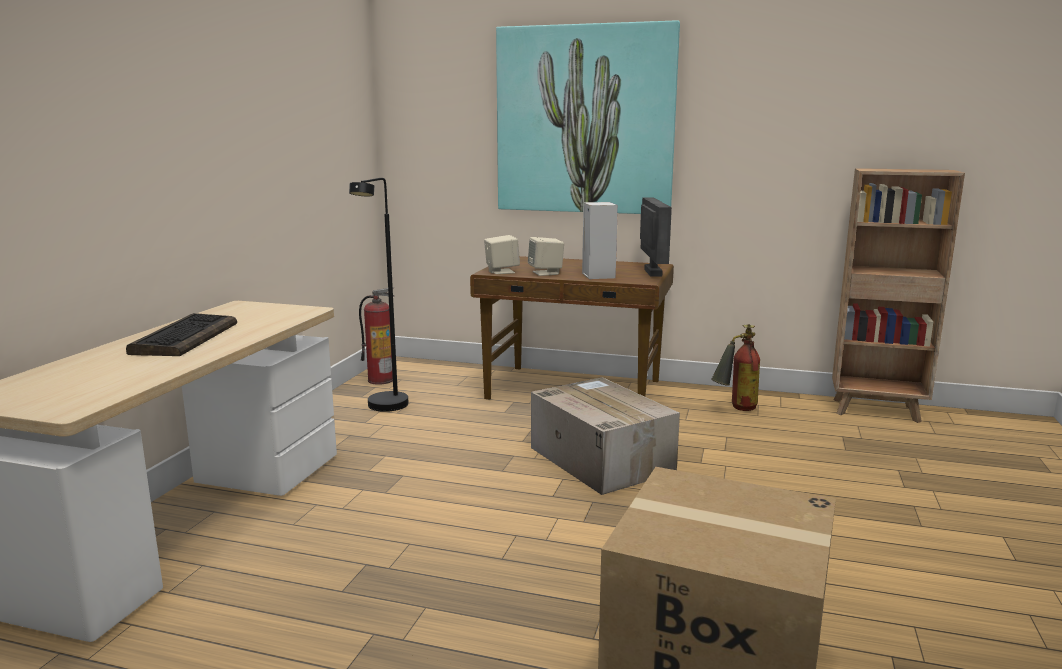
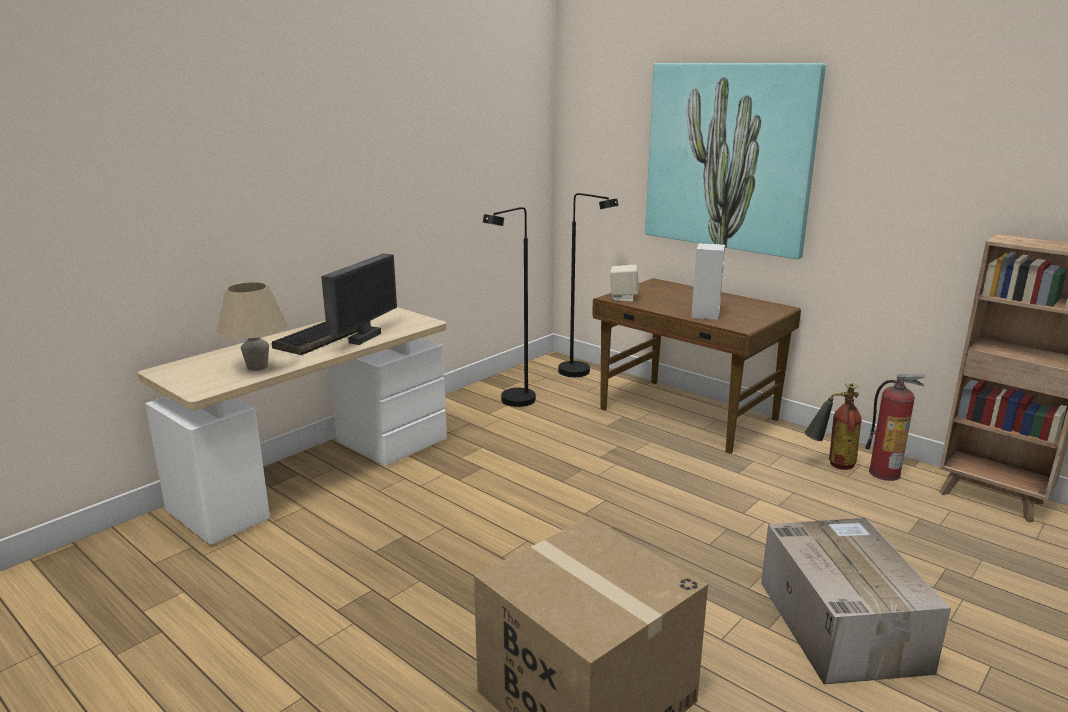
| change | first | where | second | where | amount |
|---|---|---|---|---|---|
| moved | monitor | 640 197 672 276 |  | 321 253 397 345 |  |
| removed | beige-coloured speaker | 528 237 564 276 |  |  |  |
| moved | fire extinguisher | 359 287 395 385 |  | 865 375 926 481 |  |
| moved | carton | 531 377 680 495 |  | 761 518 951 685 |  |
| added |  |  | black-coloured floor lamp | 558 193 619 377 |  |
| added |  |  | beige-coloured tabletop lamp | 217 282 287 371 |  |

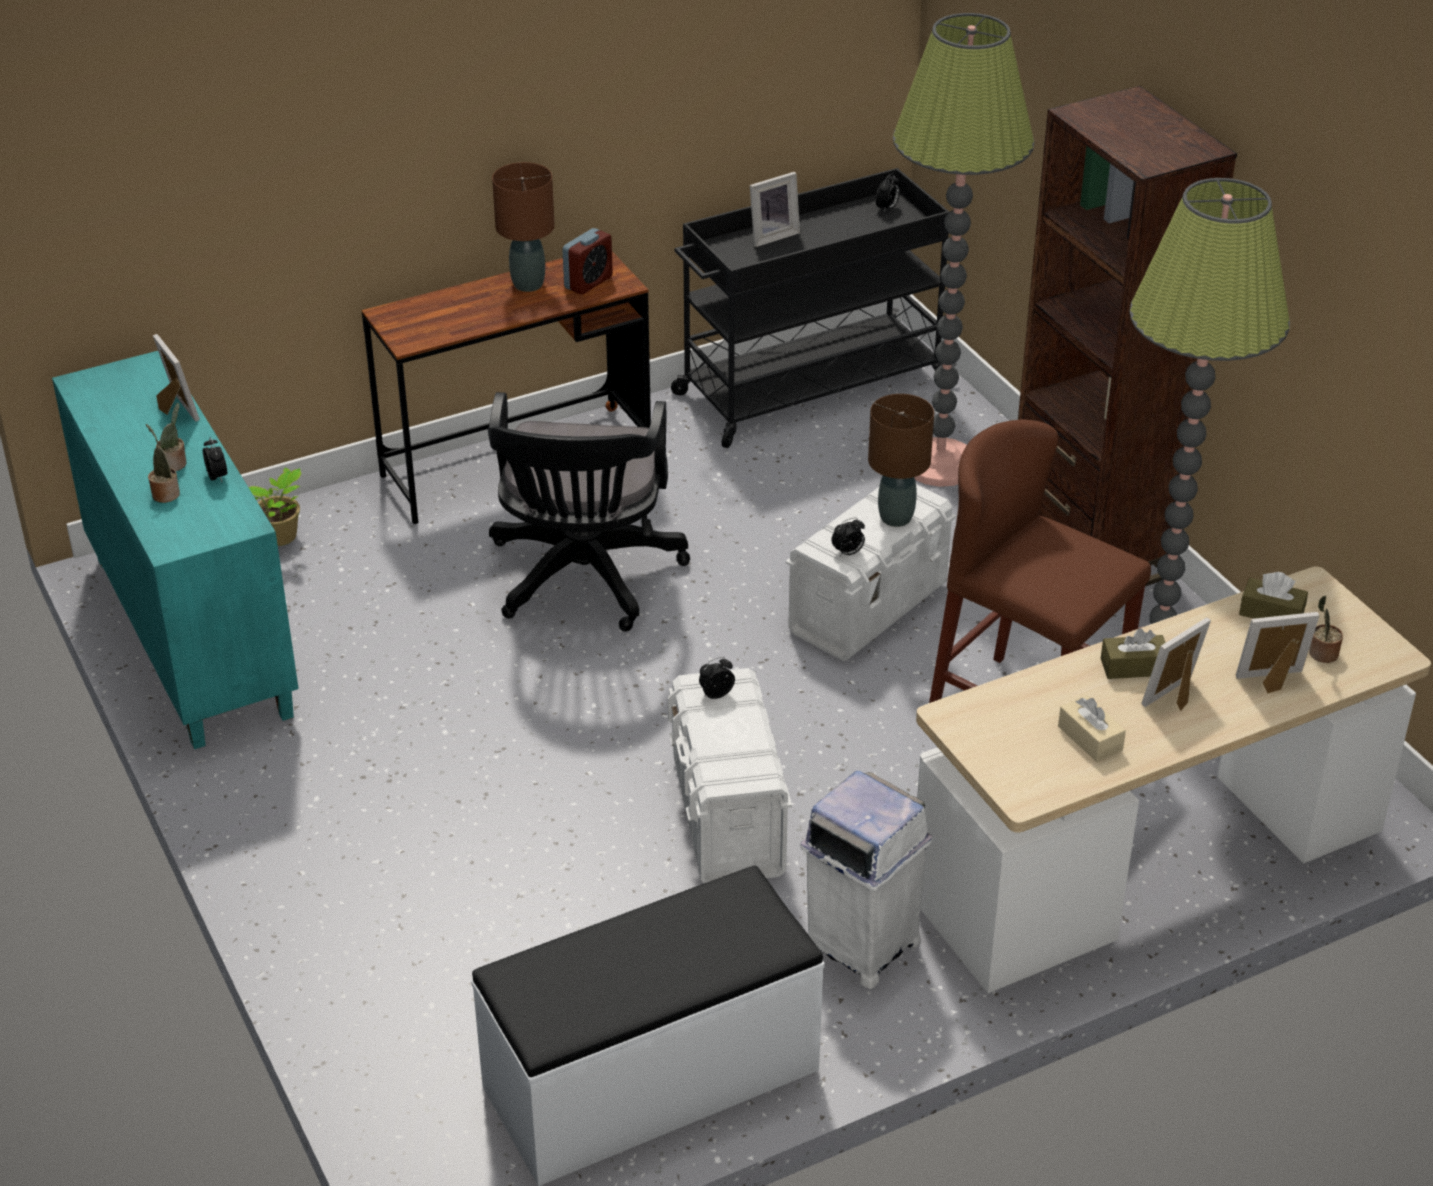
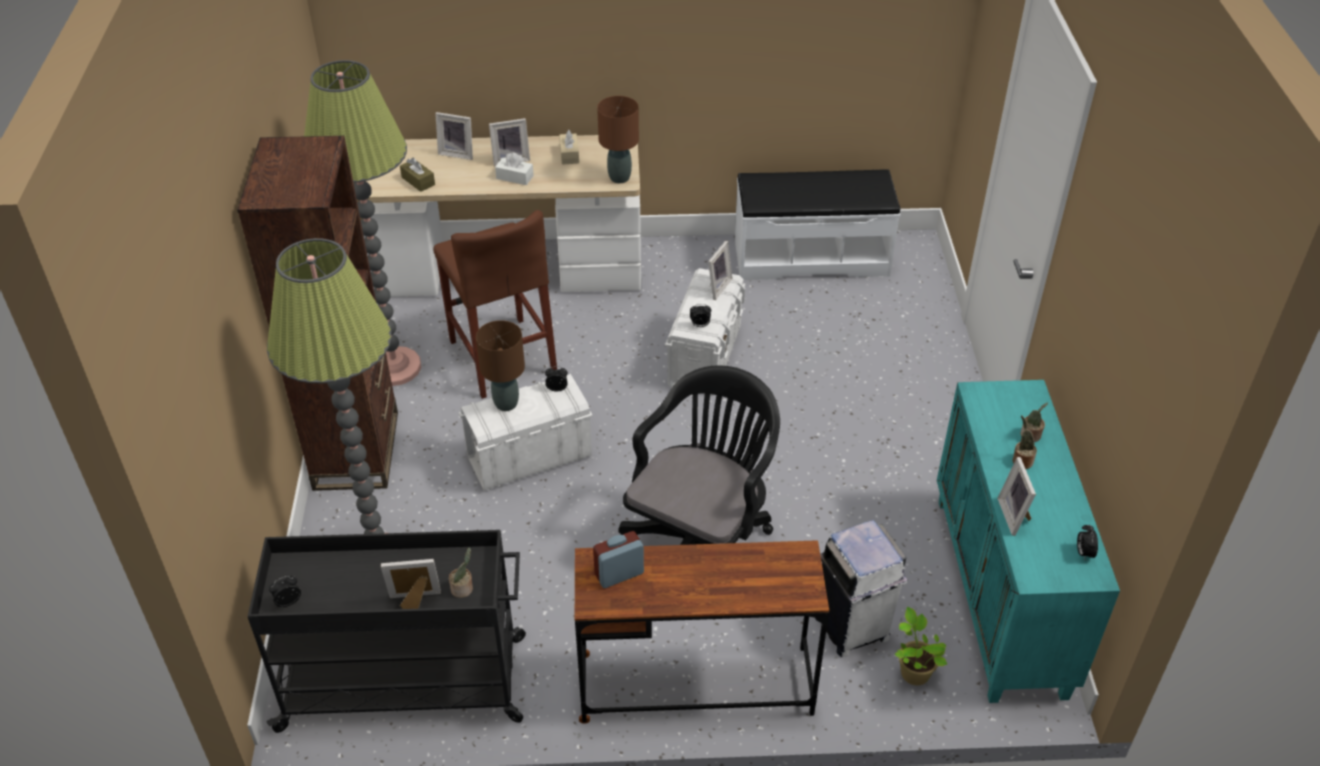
| change | first | where | second | where | amount |
|---|---|---|---|---|---|
| moved | brown tabletop lamp | 492 162 555 292 |  | 597 96 639 183 |  |
| moved | table clock | 203 437 227 482 |  | 1077 525 1098 559 |  |
| moved | houseplant | 1309 596 1343 663 |  | 449 547 473 598 |  |
| recoloured | brown tissue box | 1101 628 1166 679 | white-coloured tissue box | 495 153 534 185 |  |
| moved | white-coloured rubbish bin | 800 770 933 989 |  | 815 520 907 657 |  |
| added |  |  | standing frame | 708 241 733 300 |  |

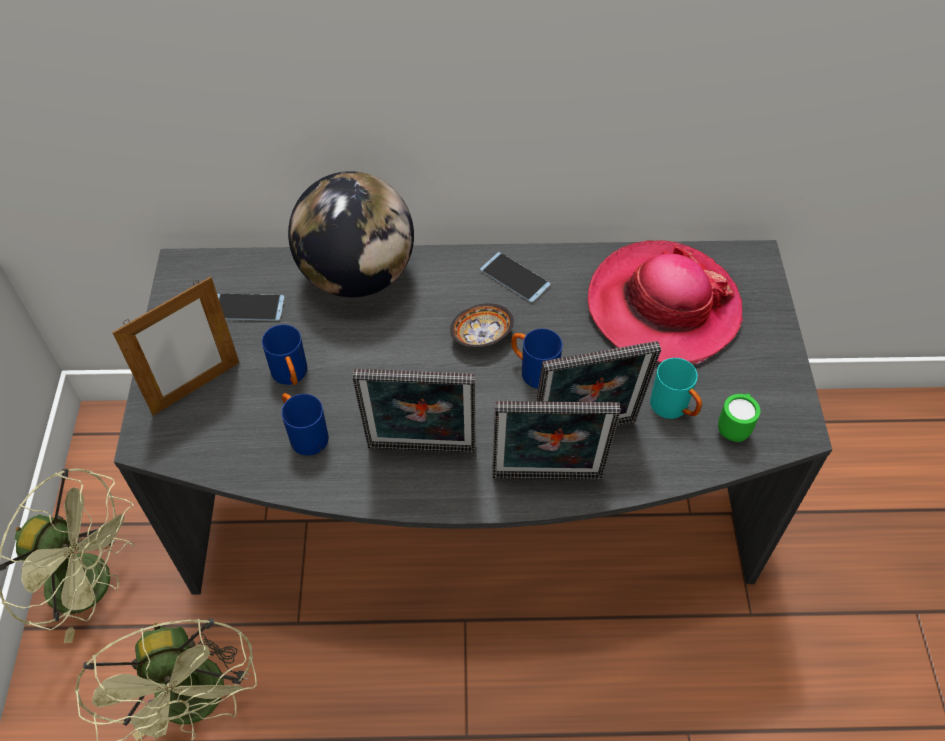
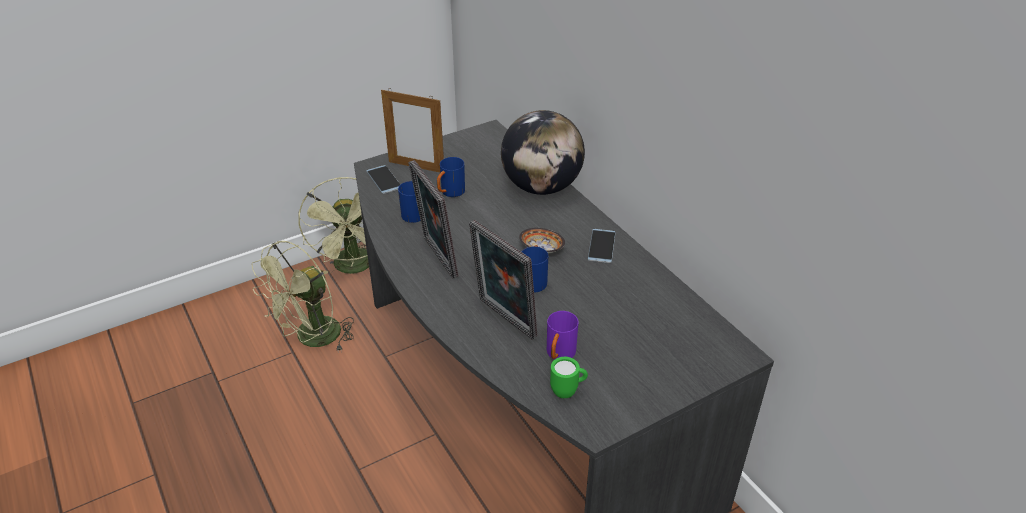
| change | first | where | second | where | amount |
|---|---|---|---|---|---|
| removed | hat | 587 240 743 365 |  |  |  |
| moved | handset | 217 293 285 321 |  | 366 165 400 194 |  |
| recoloured | blue-green tea mug | 650 358 702 419 | purple-coloured tea mug | 547 311 579 359 |  |
| removed | standing frame | 492 401 620 480 |  |  |  |

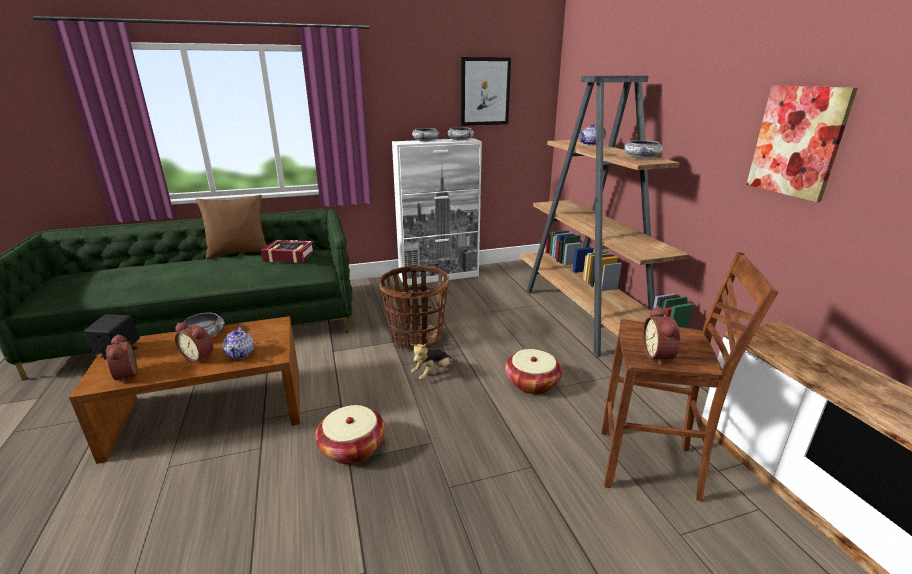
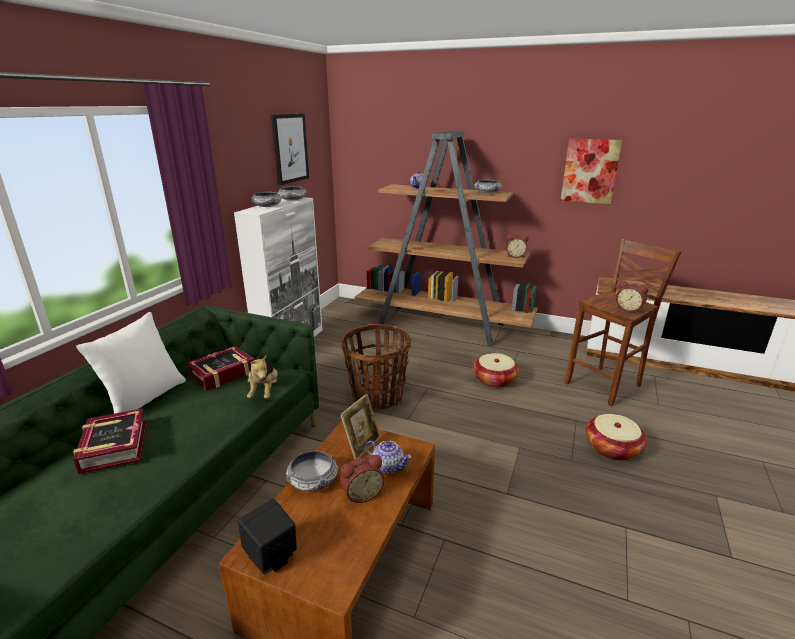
| change | first | where | second | where | amount |
|---|---|---|---|---|---|
| recoloured | brown cushion | 196 195 267 259 | white-coloured cushion | 76 312 186 414 |  |
| moved | table clock | 106 334 139 384 |  | 506 234 529 258 |  |
| moved | cuddly toy | 411 344 454 380 |  | 247 356 278 399 |  |
| moved | basket | 315 405 385 464 |  | 586 414 647 461 |  |
| added |  |  | standing frame | 340 394 380 459 |  |
| added |  |  | book | 73 408 147 474 |  |

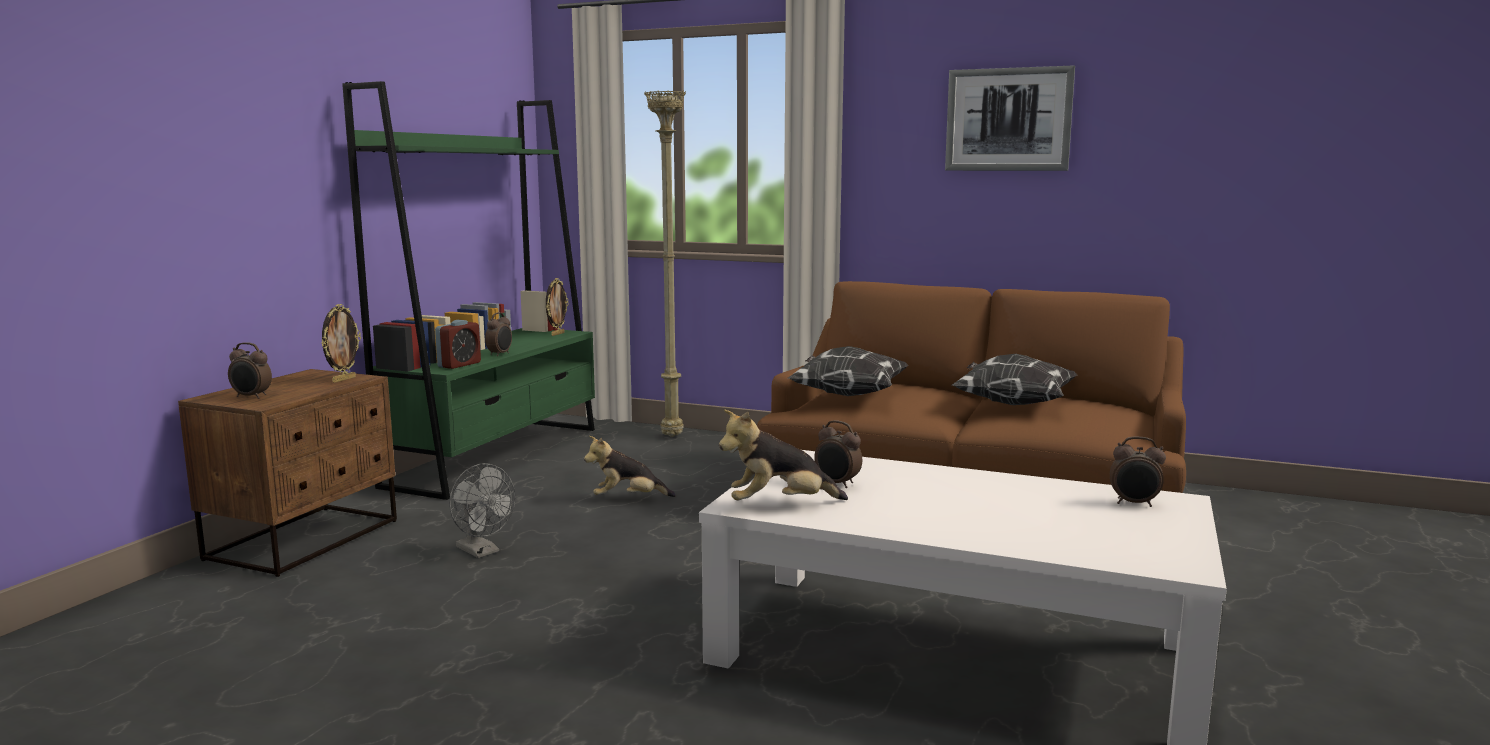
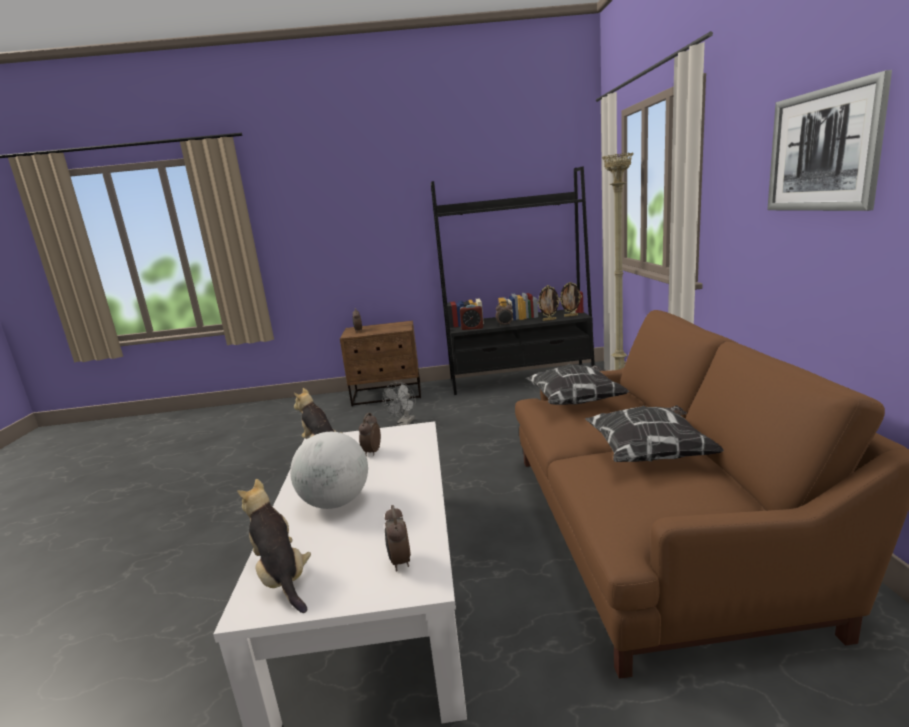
| change | first | where | second | where | amount |
|---|---|---|---|---|---|
| recoloured | green shelving unit | 342 81 595 500 | black-coloured shelving unit | 431 166 595 395 |  |
| moved | standing frame | 321 304 361 383 |  | 537 285 560 321 |  |
| moved | cuddly toy | 584 436 676 497 |  | 237 479 311 613 |  |
| added |  |  | desk globe | 290 432 368 509 |  |

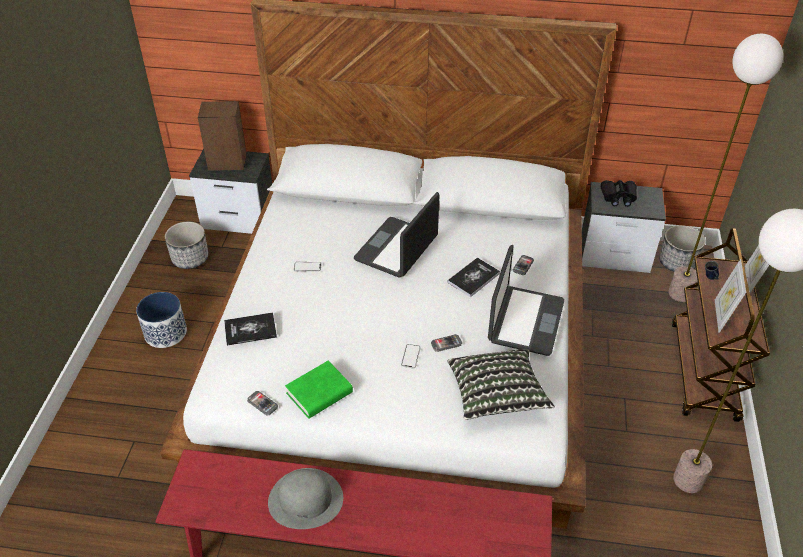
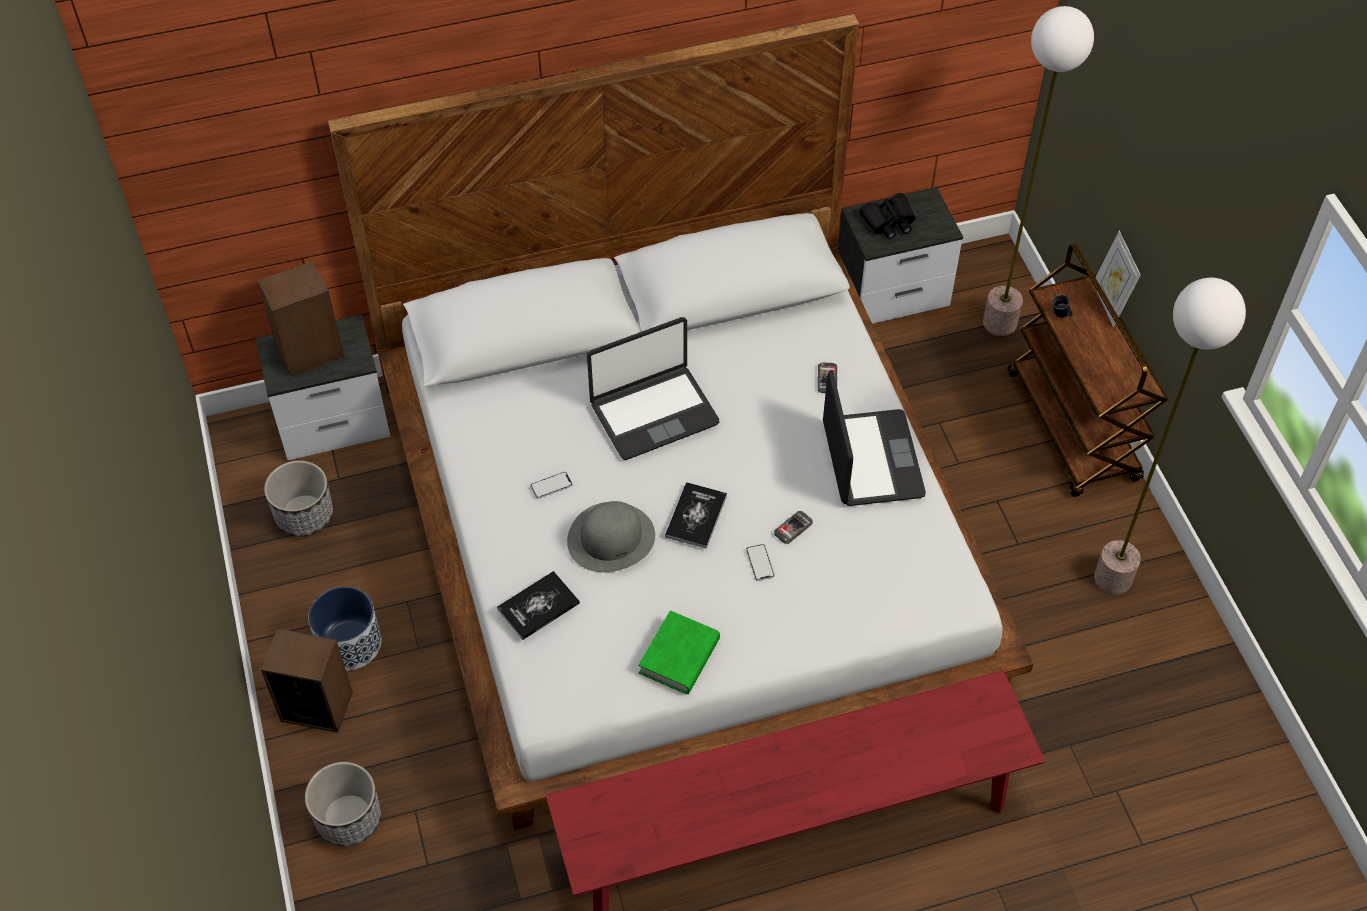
| change | first | where | second | where | amount |
|---|---|---|---|---|---|
| turned | notebook computer | 354 192 439 278 |  | 587 317 719 460 | 120 degrees counterclockwise |
| moved | plant pot | 659 225 706 272 |  | 305 762 381 847 |  |
| moved | book | 447 258 500 297 |  | 665 482 727 549 |  |
| removed | standing frame | 715 259 746 333 |  |  |  |
| removed | cushion | 447 349 555 420 |  |  |  |
| removed | handset | 247 391 278 415 |  |  |  |
| moved | grey hat | 268 468 343 529 |  | 567 501 655 572 |  |
| added |  |  | speaker | 261 628 353 733 |  |

